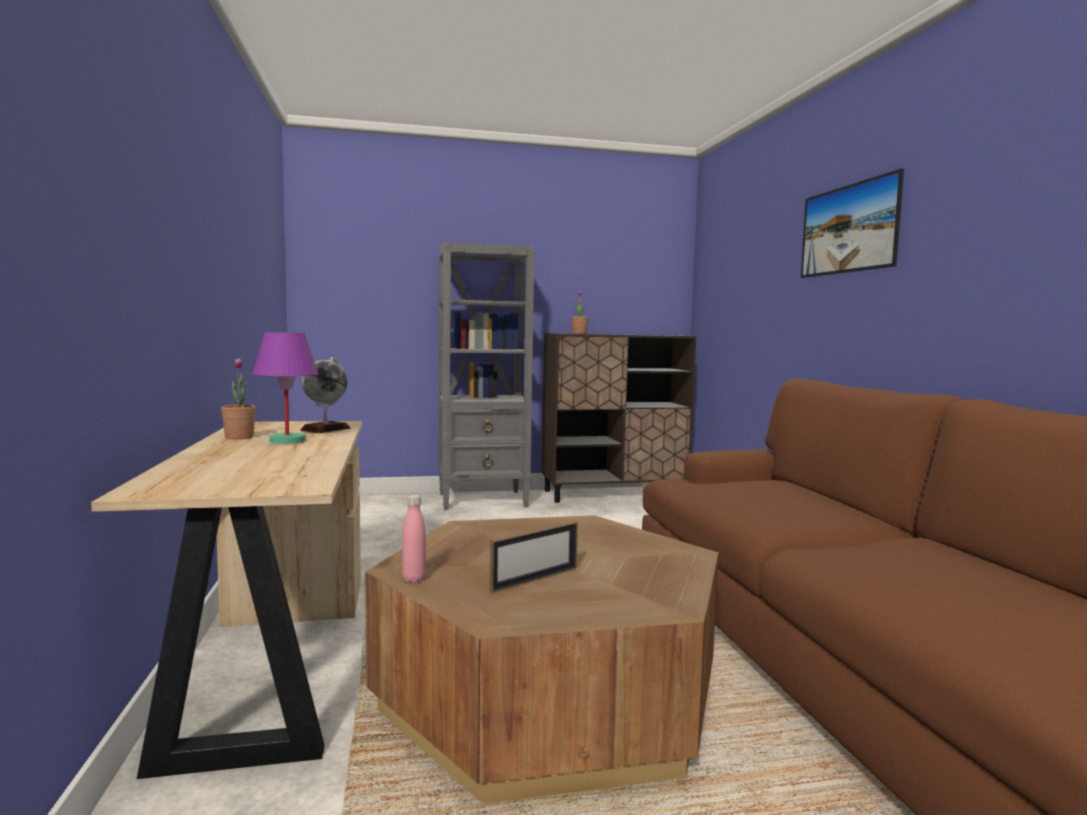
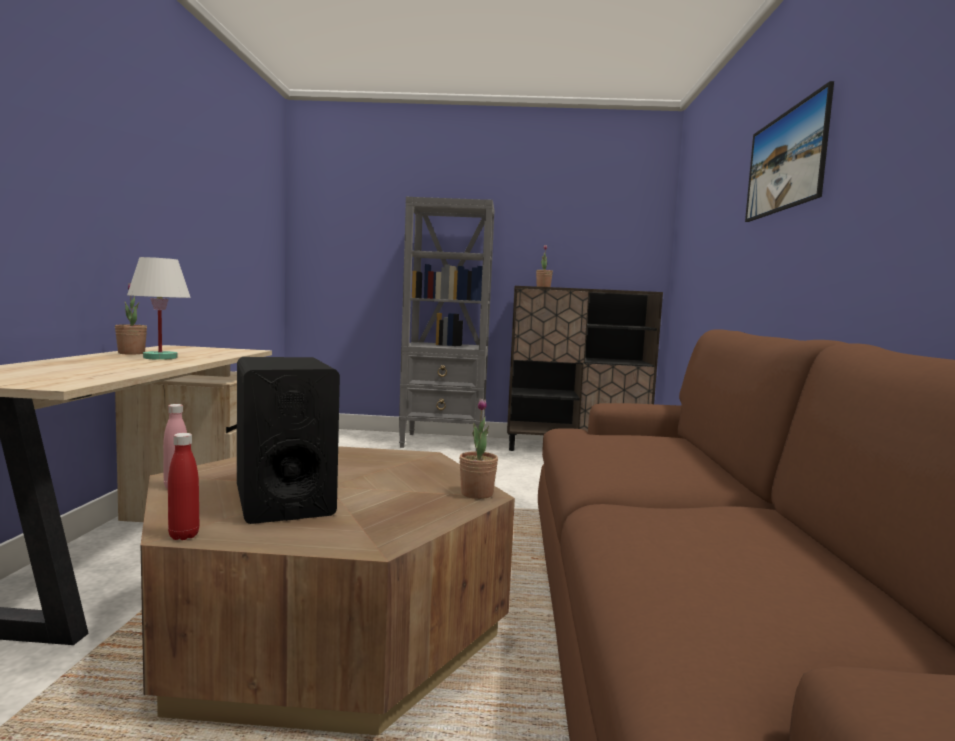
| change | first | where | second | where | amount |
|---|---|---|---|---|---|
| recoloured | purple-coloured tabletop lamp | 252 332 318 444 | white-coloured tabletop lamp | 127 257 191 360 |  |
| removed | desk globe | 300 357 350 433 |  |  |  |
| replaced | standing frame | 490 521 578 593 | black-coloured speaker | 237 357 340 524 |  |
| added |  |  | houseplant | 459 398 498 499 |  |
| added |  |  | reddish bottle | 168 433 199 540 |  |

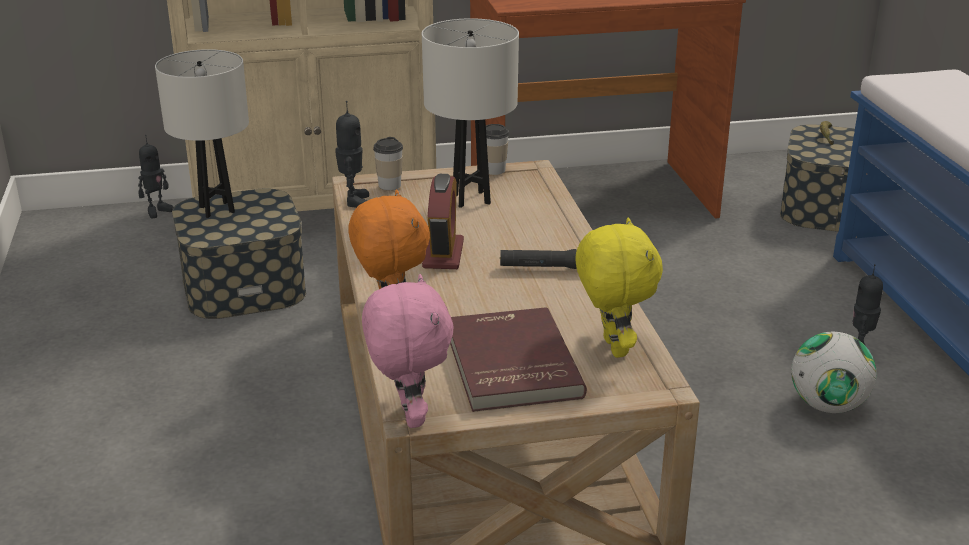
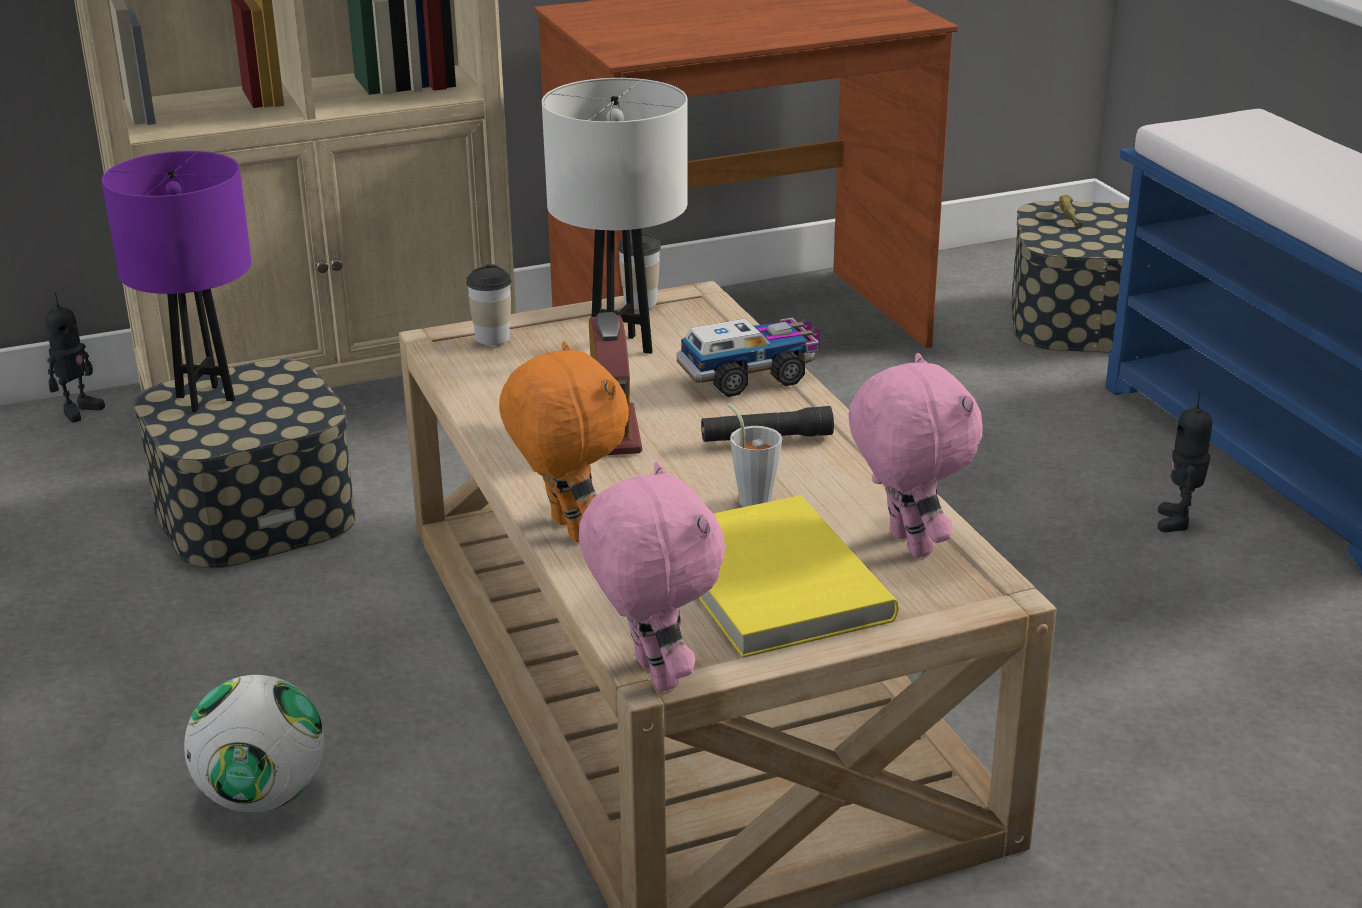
| change | first | where | second | where | amount |
|---|---|---|---|---|---|
| recoloured | white-coloured tabletop lamp | 155 49 249 218 | purple-coloured tabletop lamp | 102 151 251 412 |  |
| removed | robot figure | 335 101 369 208 |  |  |  |
| recoloured | yellow-coloured cuddly toy | 575 218 663 358 | pinkish cuddly toy | 848 353 983 558 |  |
| recoloured | reddish book | 450 307 587 412 | yellow-coloured book | 699 495 899 658 |  |
| moved | ball for football | 791 332 876 413 |  | 184 675 324 812 |  |
| added |  |  | toy lorry | 676 318 820 397 |  |
| added |  |  | grey cup | 727 403 782 507 |  |

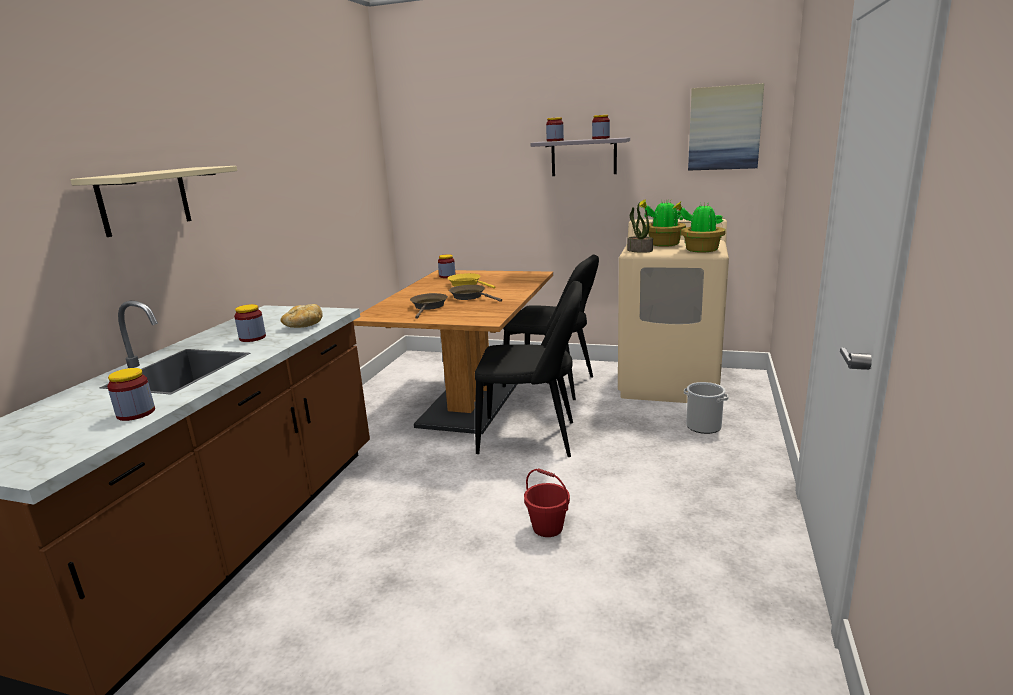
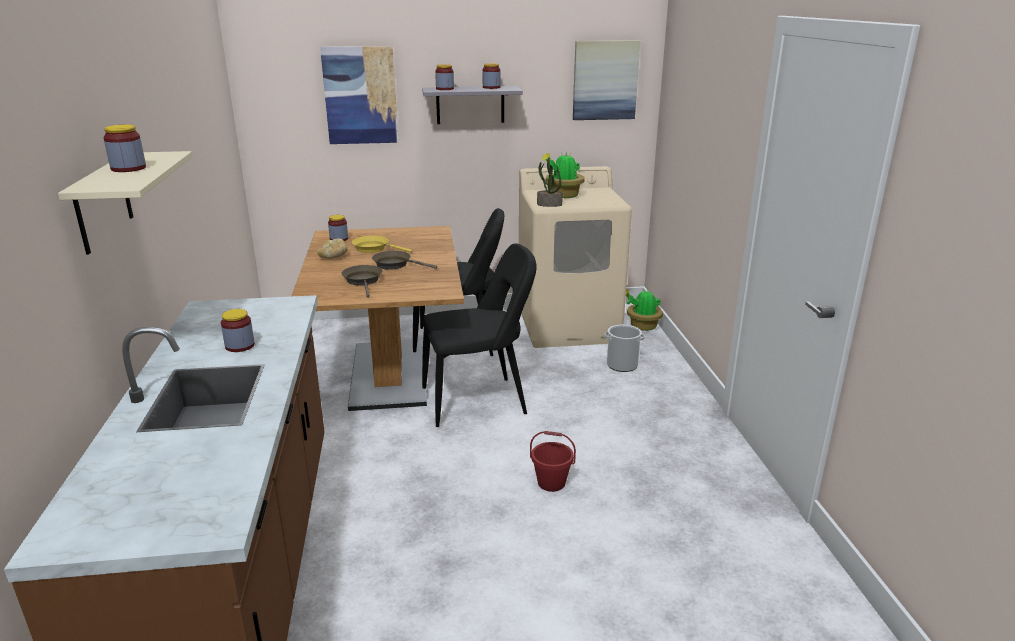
| change | first | where | second | where | amount |
|---|---|---|---|---|---|
| moved | houseplant | 672 202 726 253 |  | 626 289 663 331 |  |
| moved | baked bread | 281 304 323 328 |  | 317 238 347 259 |  |
| moved | preserve jar | 107 368 155 421 |  | 103 125 146 172 |  |
| added |  |  | wall picture | 320 46 399 144 |  |

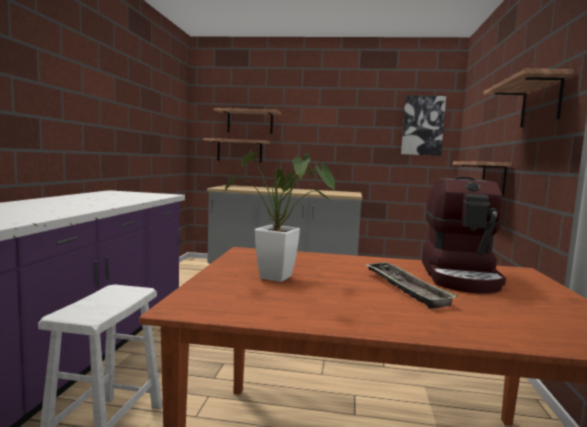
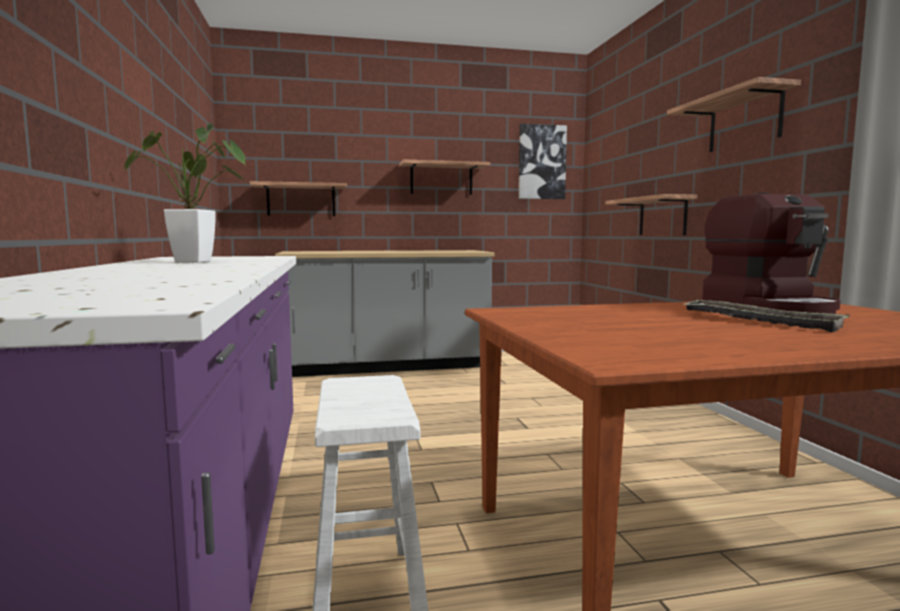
| change | first | where | second | where | amount |
|---|---|---|---|---|---|
| moved | bracket shelf | 214 108 281 134 |  | 399 159 490 195 |  |
| moved | houseplant | 225 150 335 282 |  | 124 123 246 263 |  |

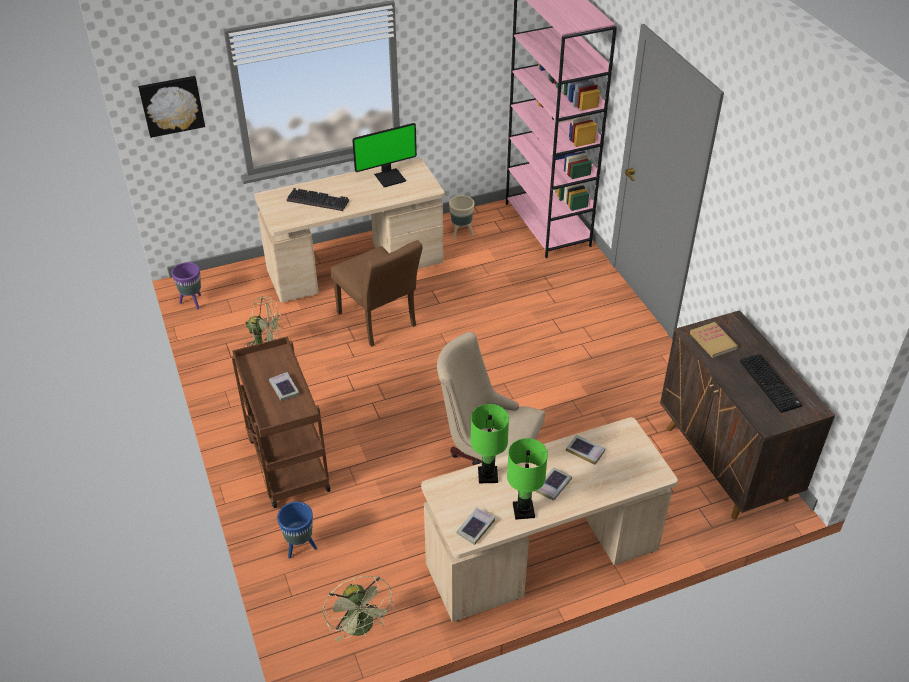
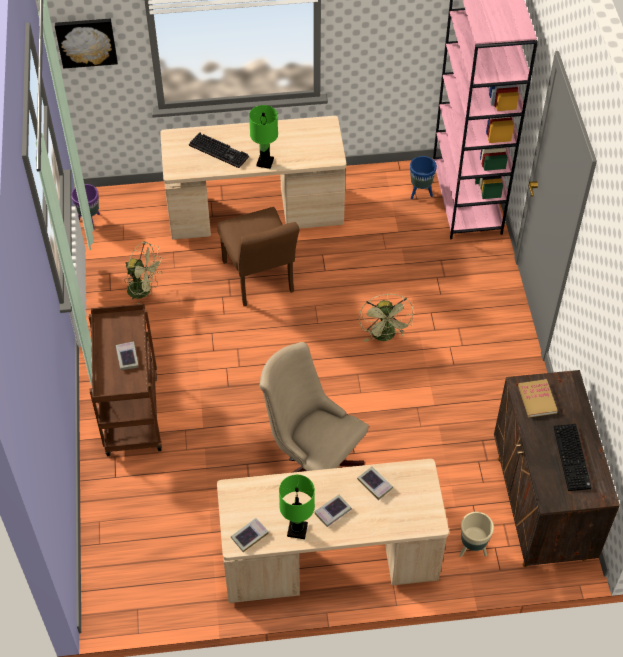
| change | first | where | second | where | amount |
|---|---|---|---|---|---|
| removed | monitor | 352 123 417 187 |  |  |  |
| moved | beige-coloured plant pot | 449 195 474 239 |  | 459 512 494 557 |  |
| moved | green tabletop lamp | 470 404 509 483 |  | 249 105 278 169 |  |
| moved | blue plant pot | 277 502 317 559 |  | 410 156 437 199 |  |
| moved | green electric fan | 323 576 394 642 |  | 359 294 414 342 |  |

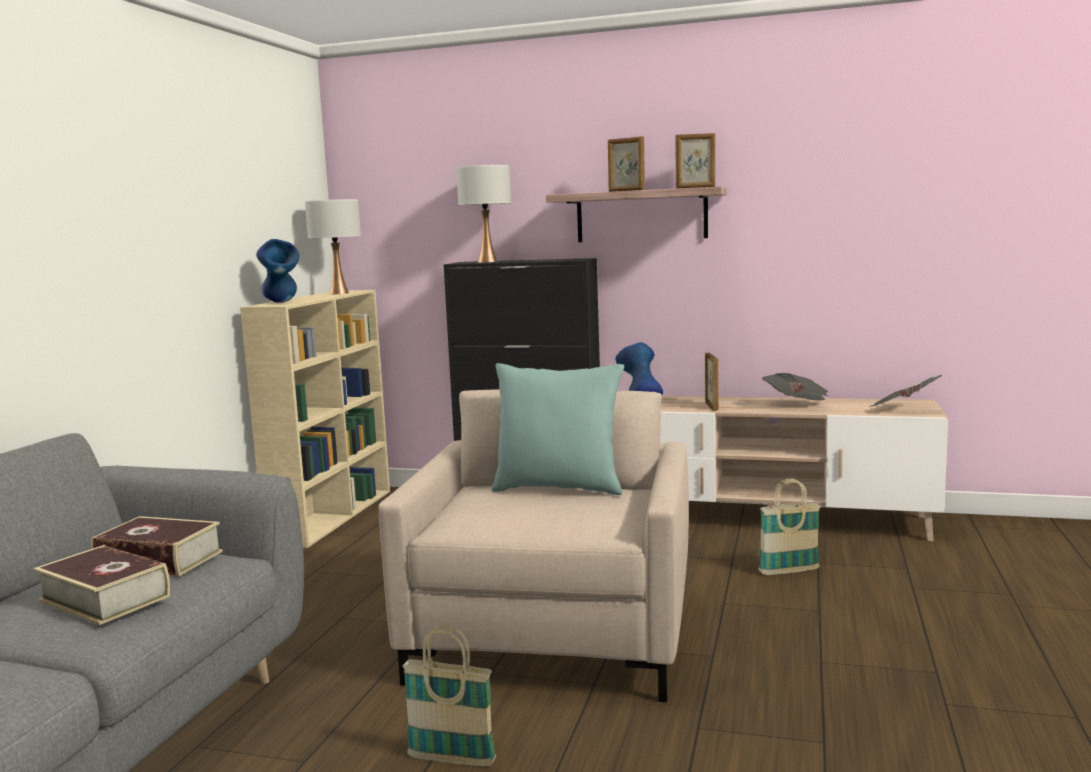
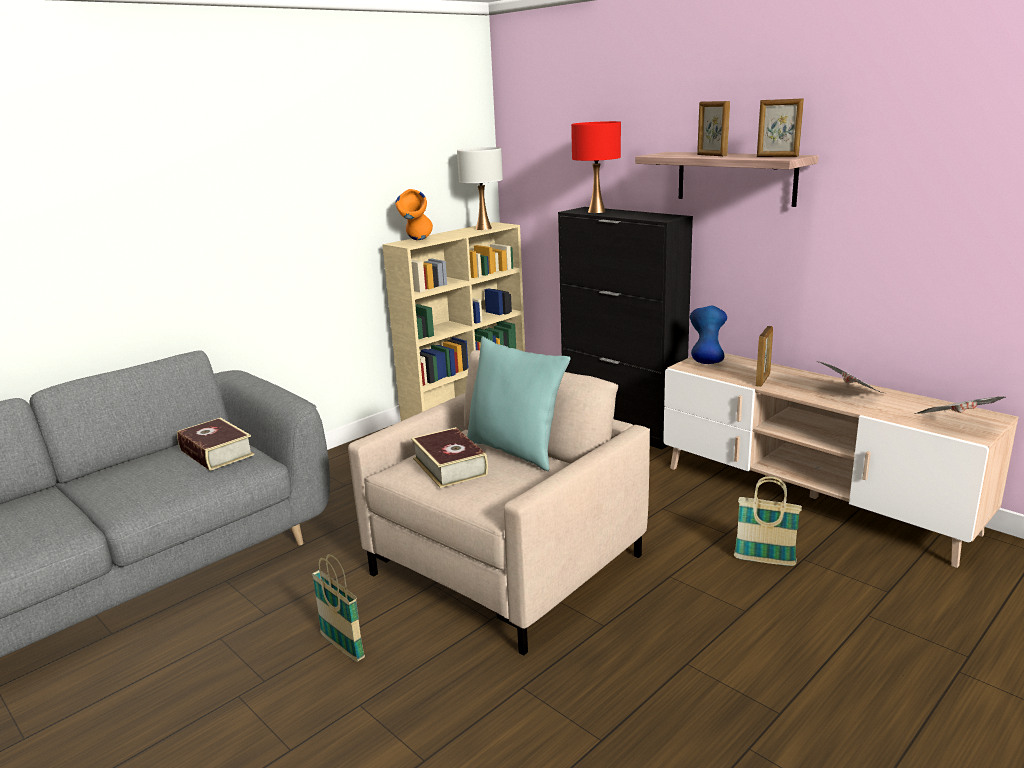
| change | first | where | second | where | amount |
|---|---|---|---|---|---|
| recoloured | white-coloured tabletop lamp | 456 165 511 263 | reddish tabletop lamp | 571 121 621 213 |  |
| recoloured | blue decorative vase | 256 239 299 303 | orangey decorative vase | 395 189 433 240 |  |
| moved | book | 33 545 170 625 |  | 411 427 488 488 |  |

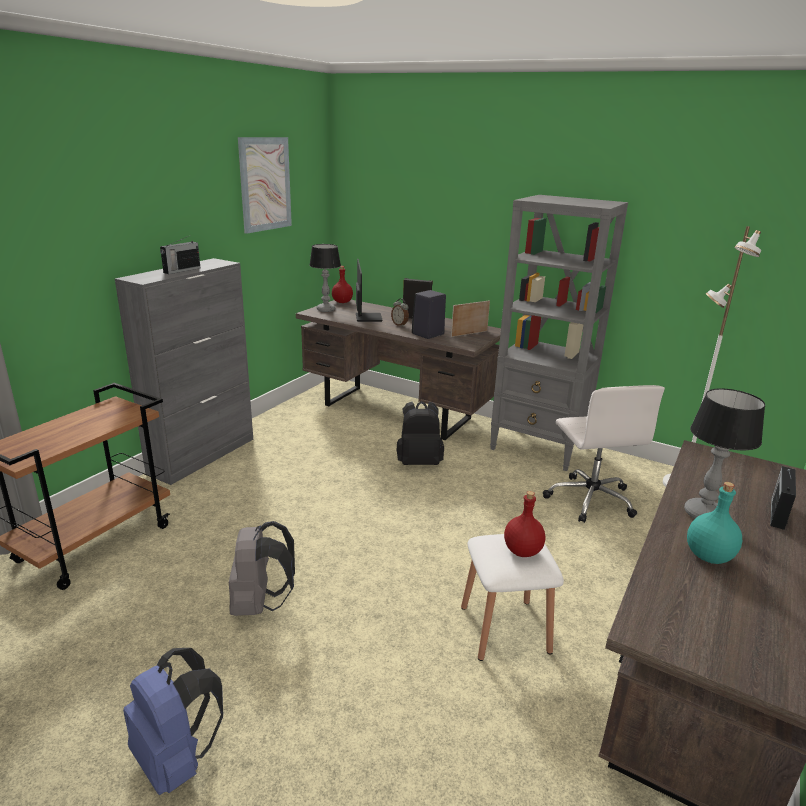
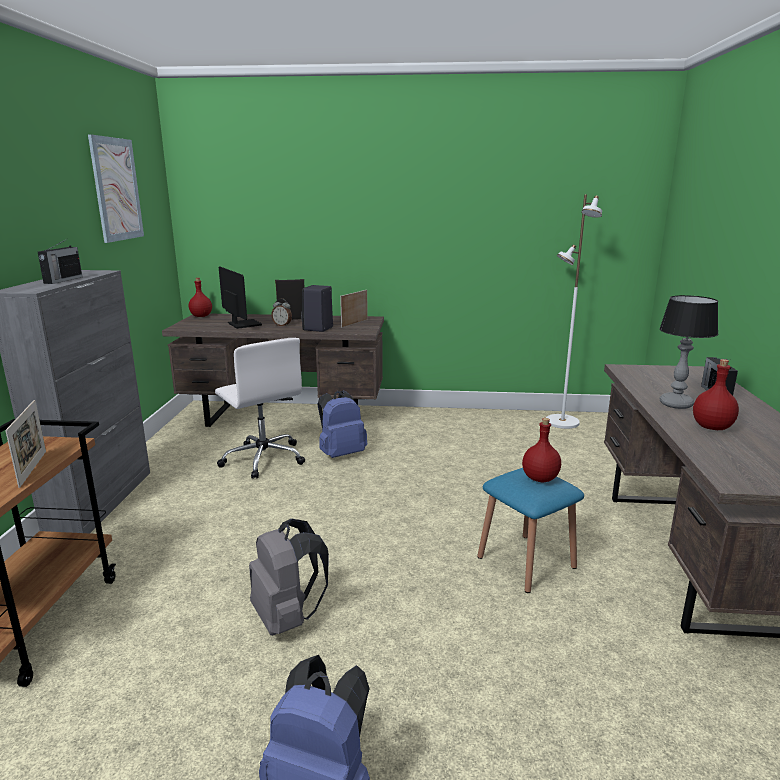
| change | first | where | second | where | amount |
|---|---|---|---|---|---|
| removed | grey shelving unit | 490 195 628 471 |  |  |  |
| removed | tabletop lamp | 309 244 341 312 |  |  |  |
| moved | white-coloured desk chair | 543 385 665 523 |  | 215 338 305 479 |  |
| recoloured | black-coloured rucksack | 397 401 444 465 | blue rucksack | 317 390 367 458 |  |
| recoloured | blue-green bottle | 687 482 742 564 | reddish bottle | 693 359 739 430 |  |
| recoloured | white-coloured stool | 461 534 564 661 | blue stool | 478 468 584 593 |  |
| added |  |  | standing frame | 5 400 46 488 |  |

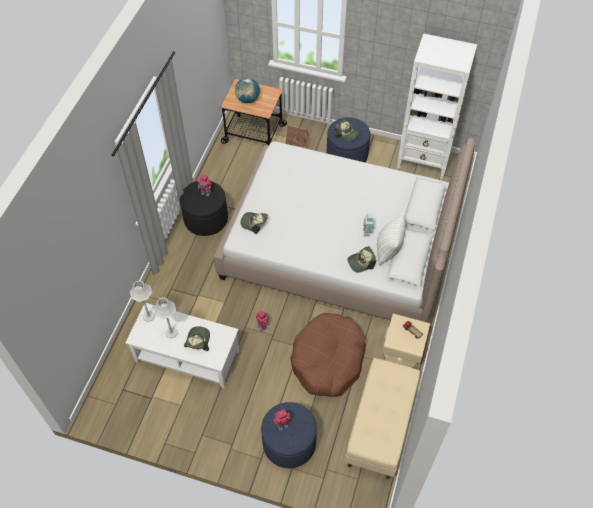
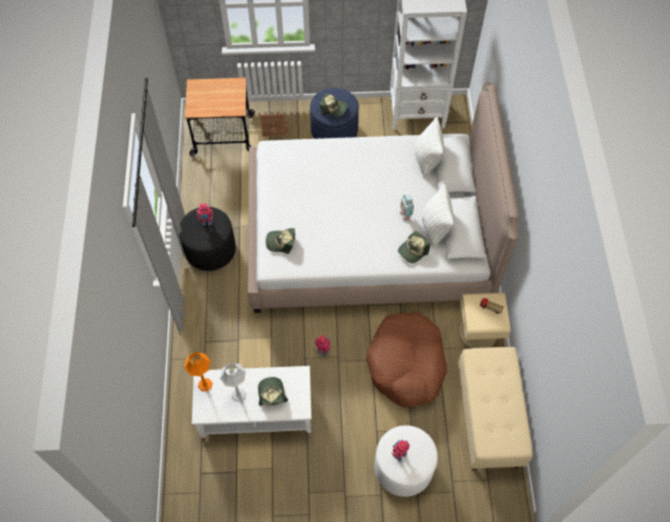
| change | first | where | second | where | amount |
|---|---|---|---|---|---|
| removed | desk globe | 235 78 260 103 |  |  |  |
| recoloured | grey tabletop lamp | 130 280 155 322 | orangey tabletop lamp | 184 352 212 392 |  |
| recoloured | blue pouffe | 261 402 317 468 | white-coloured pouffe | 374 425 438 497 |  |
| added |  |  | white-coloured cushion | 415 117 445 178 |  |

